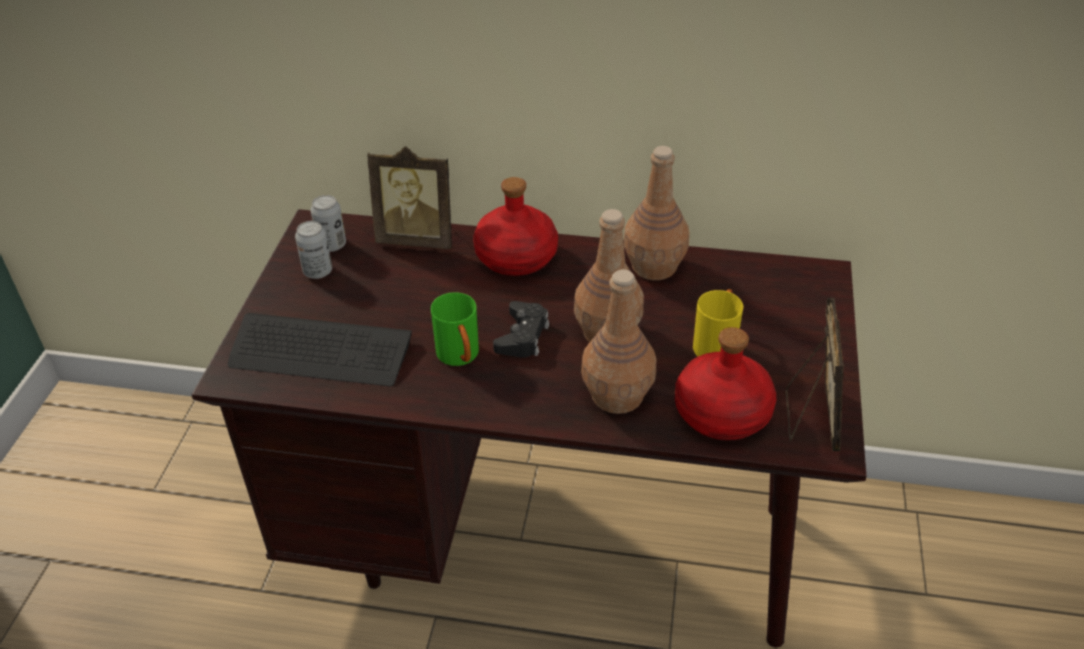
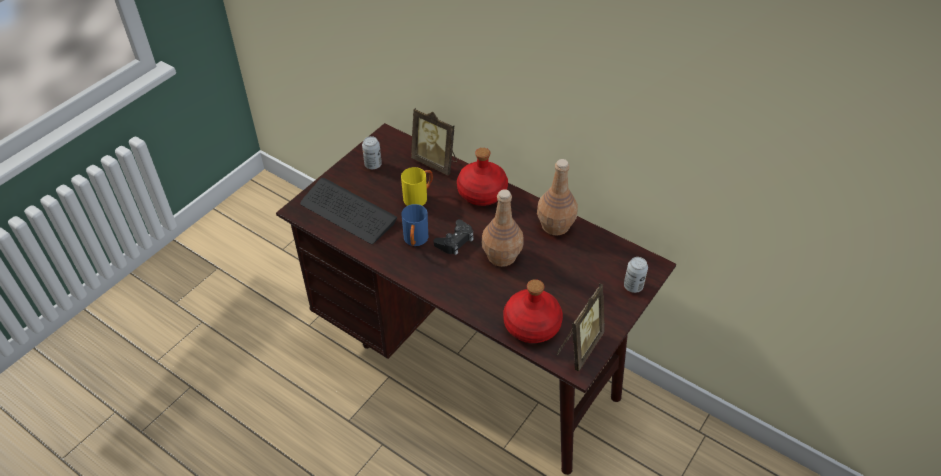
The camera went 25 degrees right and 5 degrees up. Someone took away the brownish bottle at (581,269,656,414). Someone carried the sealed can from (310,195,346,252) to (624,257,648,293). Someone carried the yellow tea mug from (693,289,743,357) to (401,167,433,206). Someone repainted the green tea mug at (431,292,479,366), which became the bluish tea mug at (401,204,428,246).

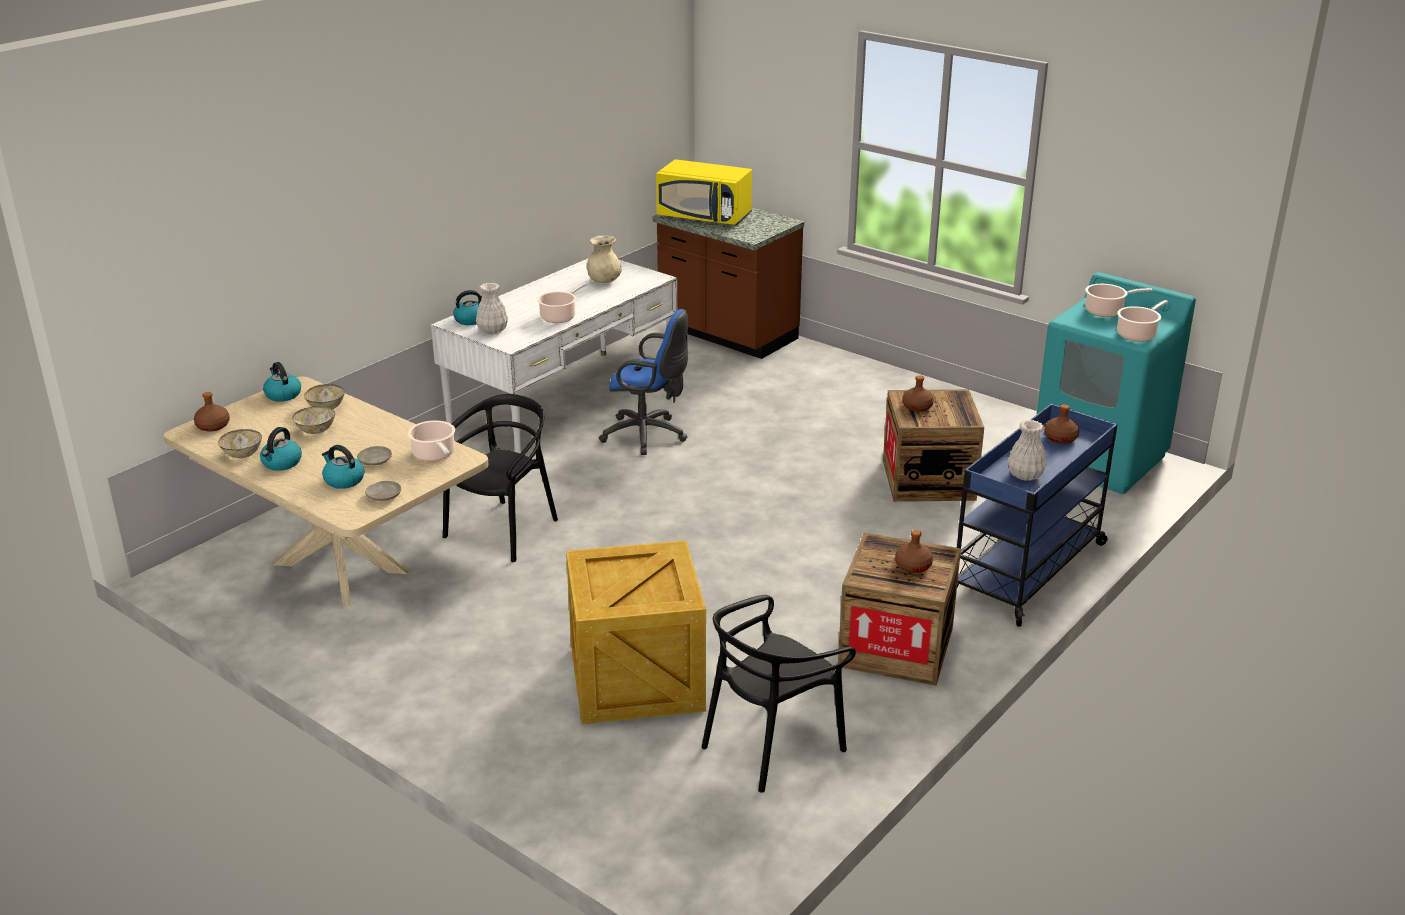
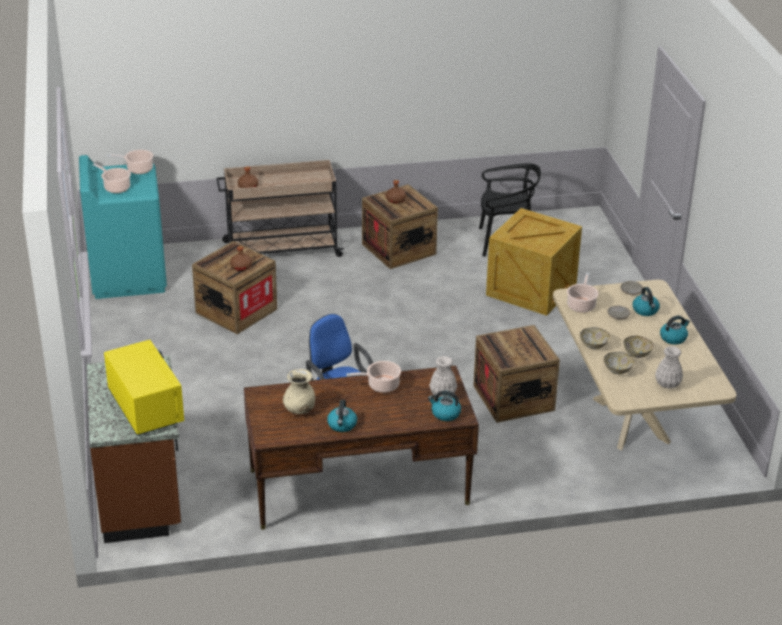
The camera went 140 degrees left and 5 degrees up. Someone took away the brownish bottle at (194,392,230,432). Someone carried the bowl from (218,429,262,458) to (580,327,610,349). Someone carried the tea kettle from (263,362,301,402) to (327,400,357,432). Someone carried the white decorative vase from (1008,420,1047,481) to (655,346,683,388). Someone swapped the black plain chair at (443,394,558,562) for the packing crate at (473,325,560,423). Someone repainted the white desk at (431,258,677,453), which became the brownish desk at (244,365,479,530). Someone repainted the bluish cart at (957,404,1117,627), which became the beige cart at (216,160,344,257).

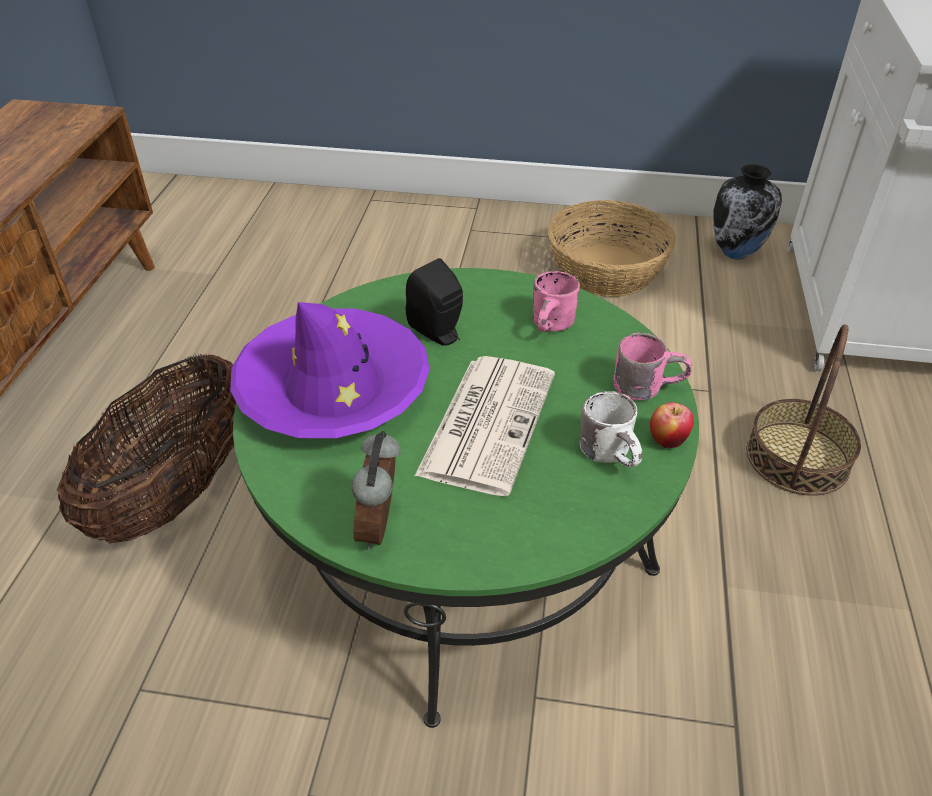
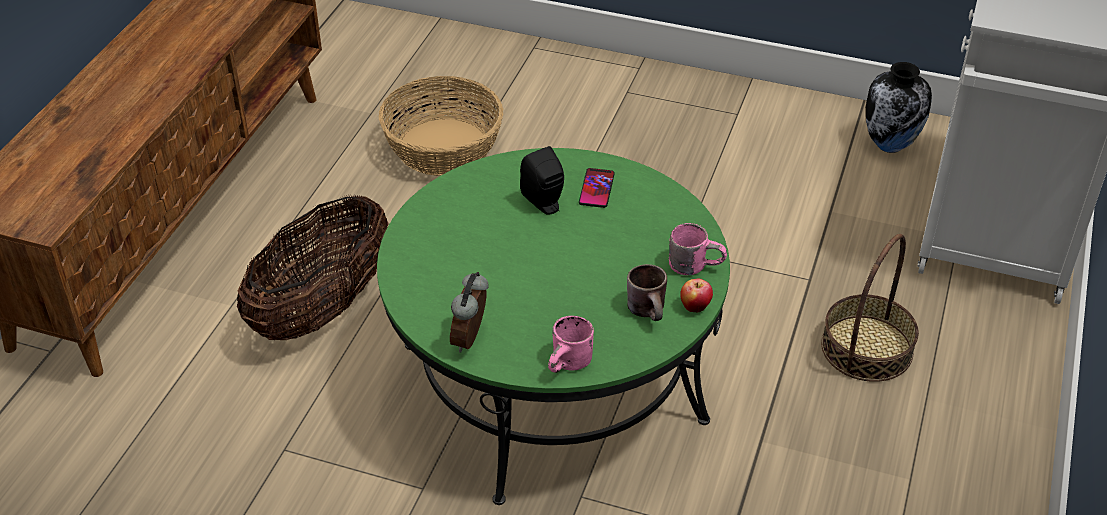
The camera went 10 degrees right and 0 degrees up. Someone took away the purple clothing hat at (230,302,430,438). Someone took away the printed paper at (415,356,555,497). Someone put down the phone at (579,168,615,208). Someone carried the pinkish tea mug from (533,271,580,332) to (548,315,594,373). Someone carried the household basket from (548,200,676,297) to (379,76,503,176). Someone repainted the white tea mug at (580,391,642,468), which became the brownish tea mug at (627,264,667,321).

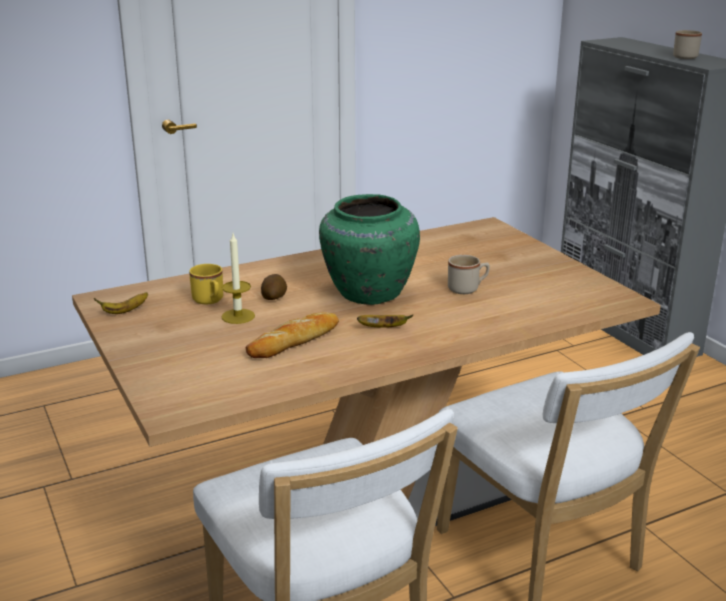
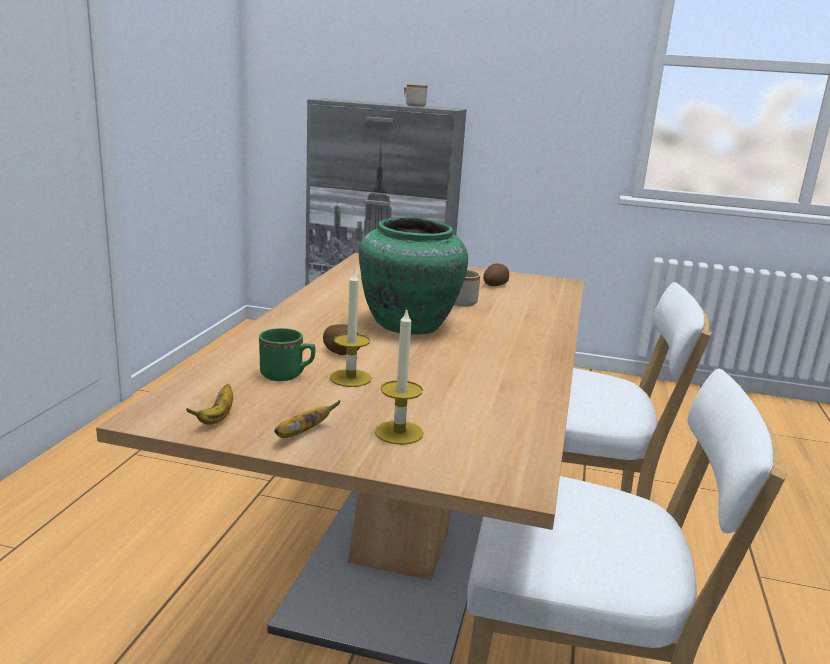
The camera went 50 degrees left and 5 degrees down. Someone took away the bread at (246,312,339,358). Someone put down the wax candle at (375,309,424,445). Someone put down the whole potato at (483,263,509,286). Someone carried the banana fruit from (357,314,413,328) to (274,401,341,438). Someone repainted the yellow tea mug at (189,264,223,304), which became the green tea mug at (259,328,315,381).

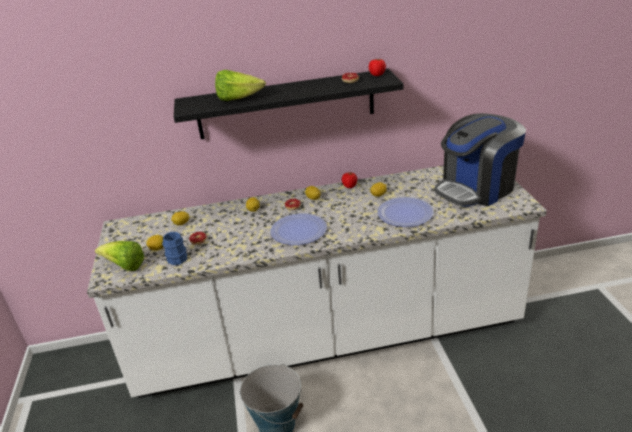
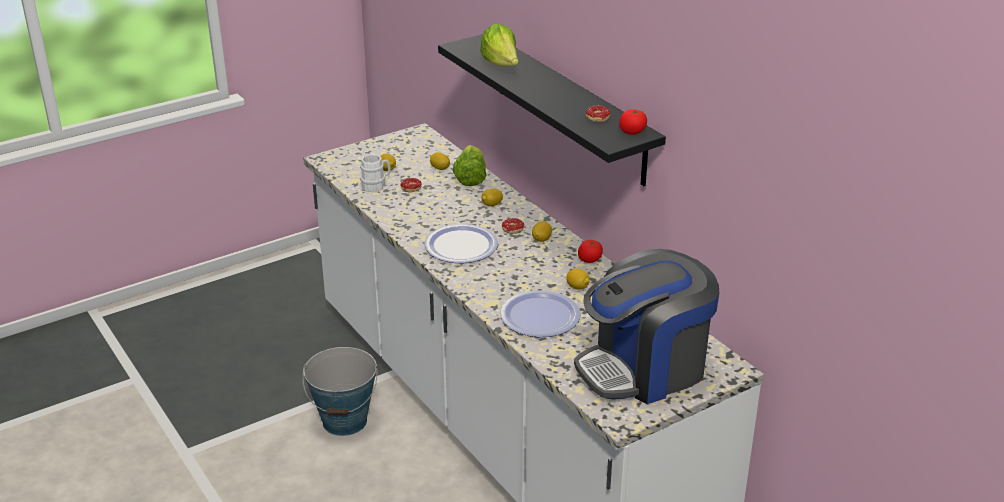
The camera went 65 degrees right and 0 degrees up. Someone carried the lettuce head from (95,241,144,271) to (452,145,486,186). Someone repainted the bluish tea mug at (162,232,187,265), which became the white tea mug at (360,154,391,192). Someone rotated the coffee brewer at (434,113,526,207) by 60 degrees counterclockwise.

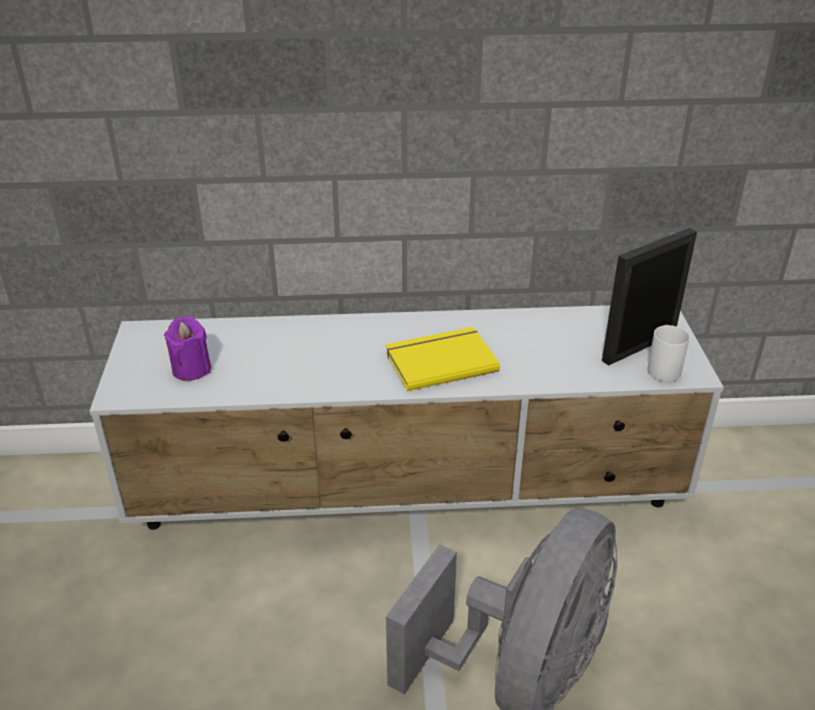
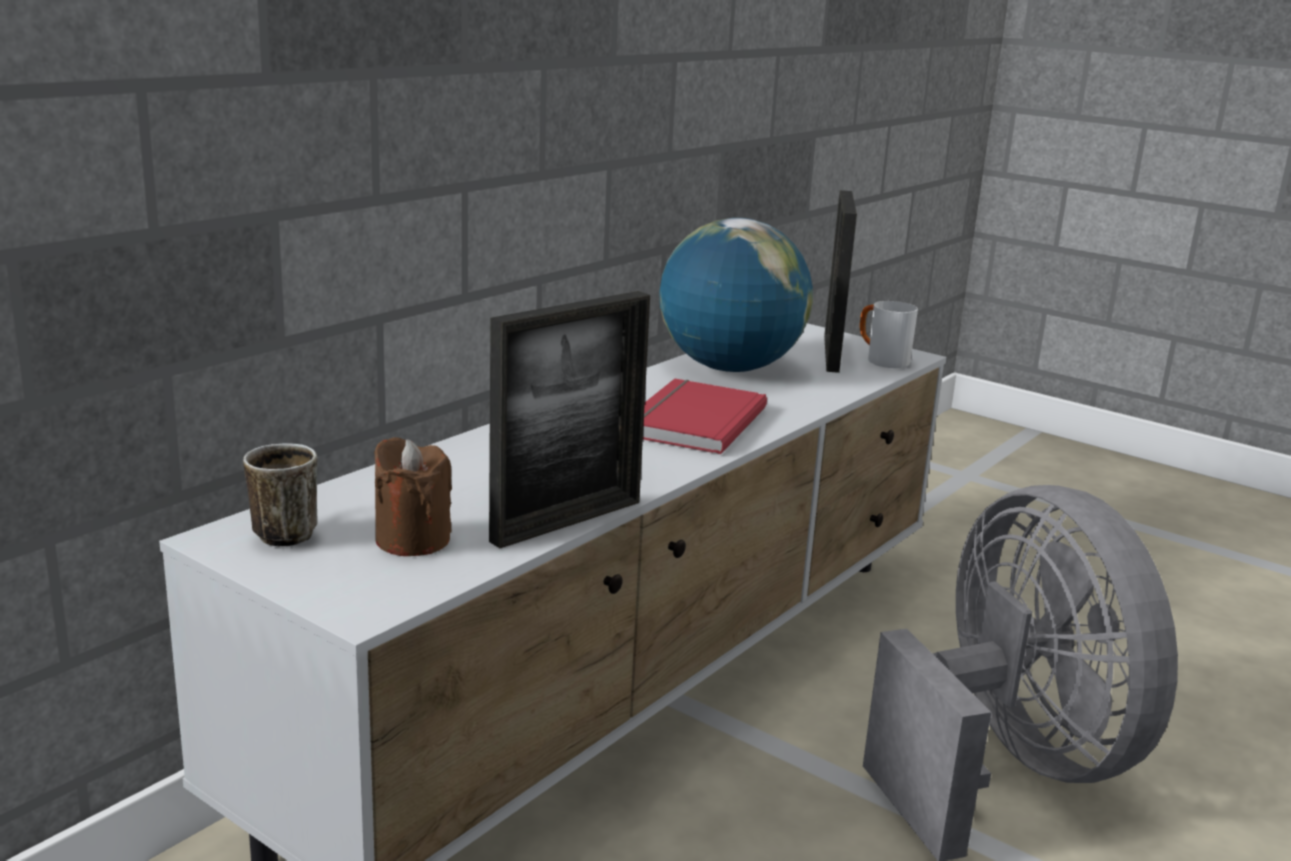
The camera went 50 degrees left and 15 degrees down. Someone put down the tea mug at (243,443,317,547). Someone put down the photo frame at (489,291,650,548). Someone put down the world globe at (659,218,813,372). Someone repainted the purple wax candle at (164,316,211,381), which became the brownish wax candle at (374,437,452,556). Someone repainted the yellow book at (385,327,500,391), which became the red-coloured book at (643,379,767,454).

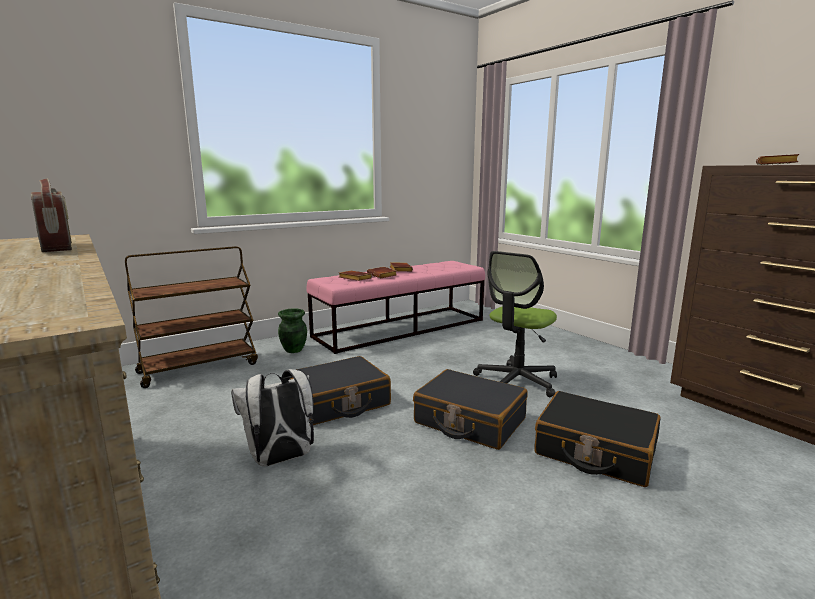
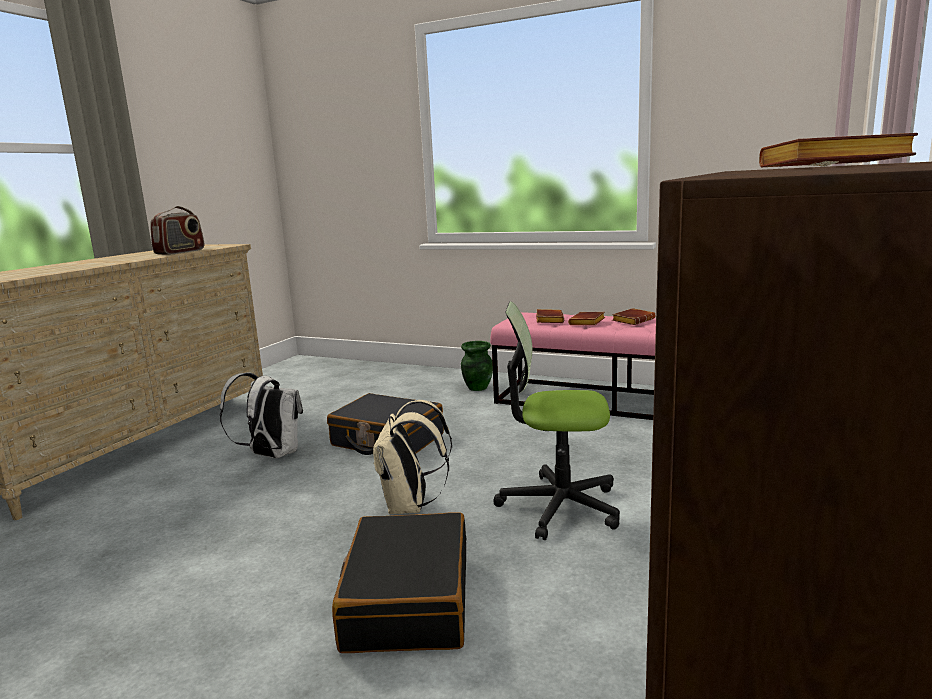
The camera went 60 degrees right and 0 degrees up. Someone took away the brownish cart at (125,246,258,388). Someone swapped the black piece of luggage at (413,369,528,450) for the beige backpack at (373,400,452,514).

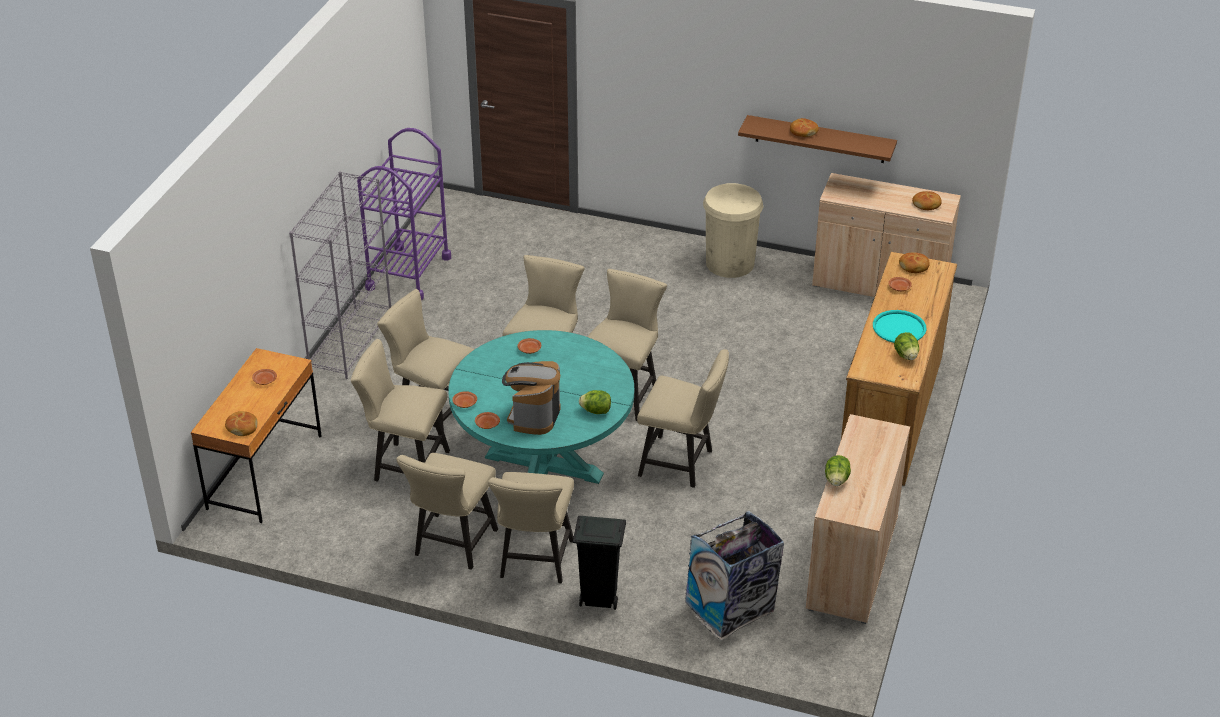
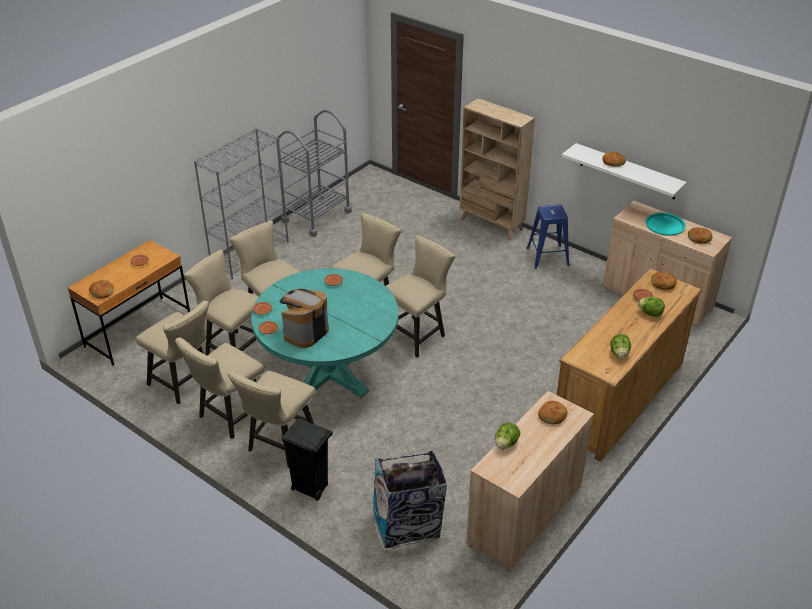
The camera went 20 degrees right and 0 degrees up. Someone put down the beige bookcase at (460,98,535,240). Someone put down the bread at (538,401,567,424). Someone carried the lettuce head from (579,390,611,414) to (638,297,665,317). Someone carried the beige plain chair from (637,349,729,488) to (136,301,209,404). Someone carried the blue-green tray from (873,310,927,343) to (646,213,686,236). Someone swapped the beige trash can at (703,183,763,278) for the bluish stool at (526,204,570,269). Someone repainted the purple cart at (357,128,451,300), which became the grey cart at (276,110,352,237). Someone repainted the brownish wall shelf at (738,115,897,163), which became the white wall shelf at (562,143,687,199).

